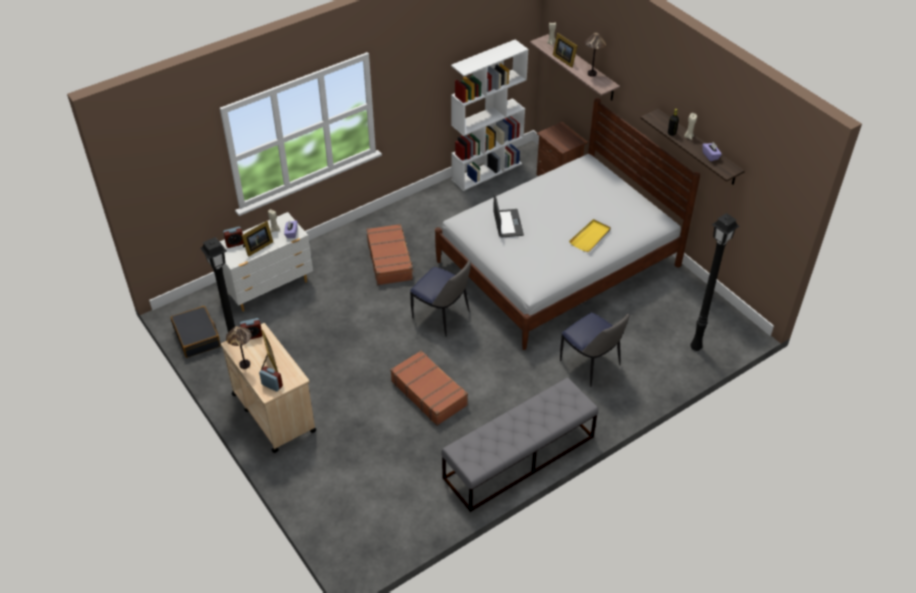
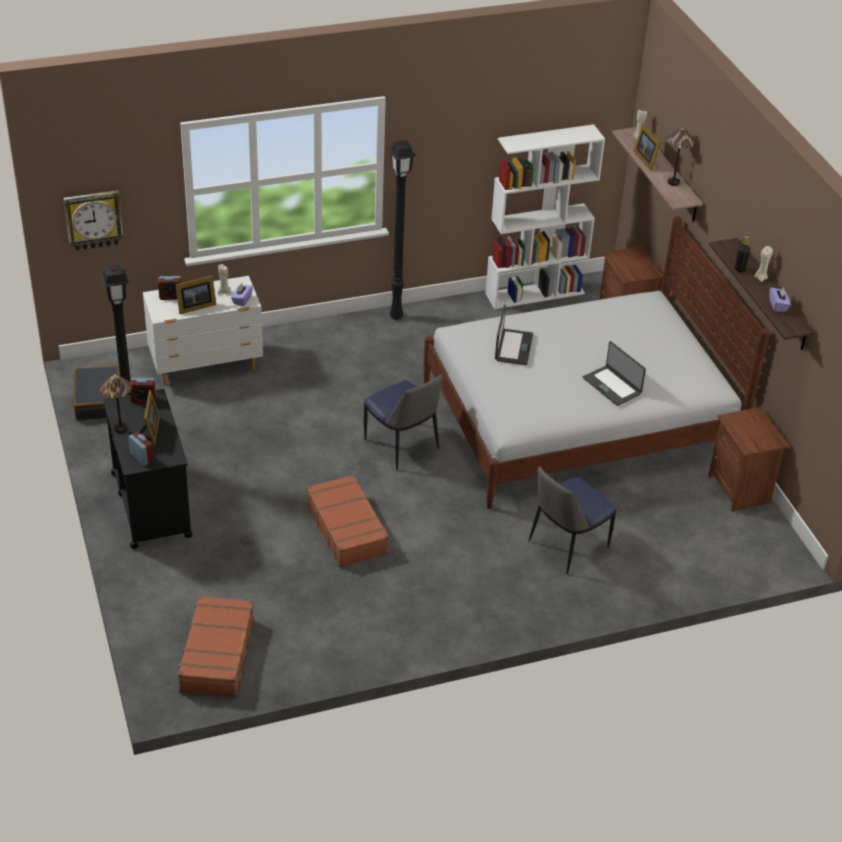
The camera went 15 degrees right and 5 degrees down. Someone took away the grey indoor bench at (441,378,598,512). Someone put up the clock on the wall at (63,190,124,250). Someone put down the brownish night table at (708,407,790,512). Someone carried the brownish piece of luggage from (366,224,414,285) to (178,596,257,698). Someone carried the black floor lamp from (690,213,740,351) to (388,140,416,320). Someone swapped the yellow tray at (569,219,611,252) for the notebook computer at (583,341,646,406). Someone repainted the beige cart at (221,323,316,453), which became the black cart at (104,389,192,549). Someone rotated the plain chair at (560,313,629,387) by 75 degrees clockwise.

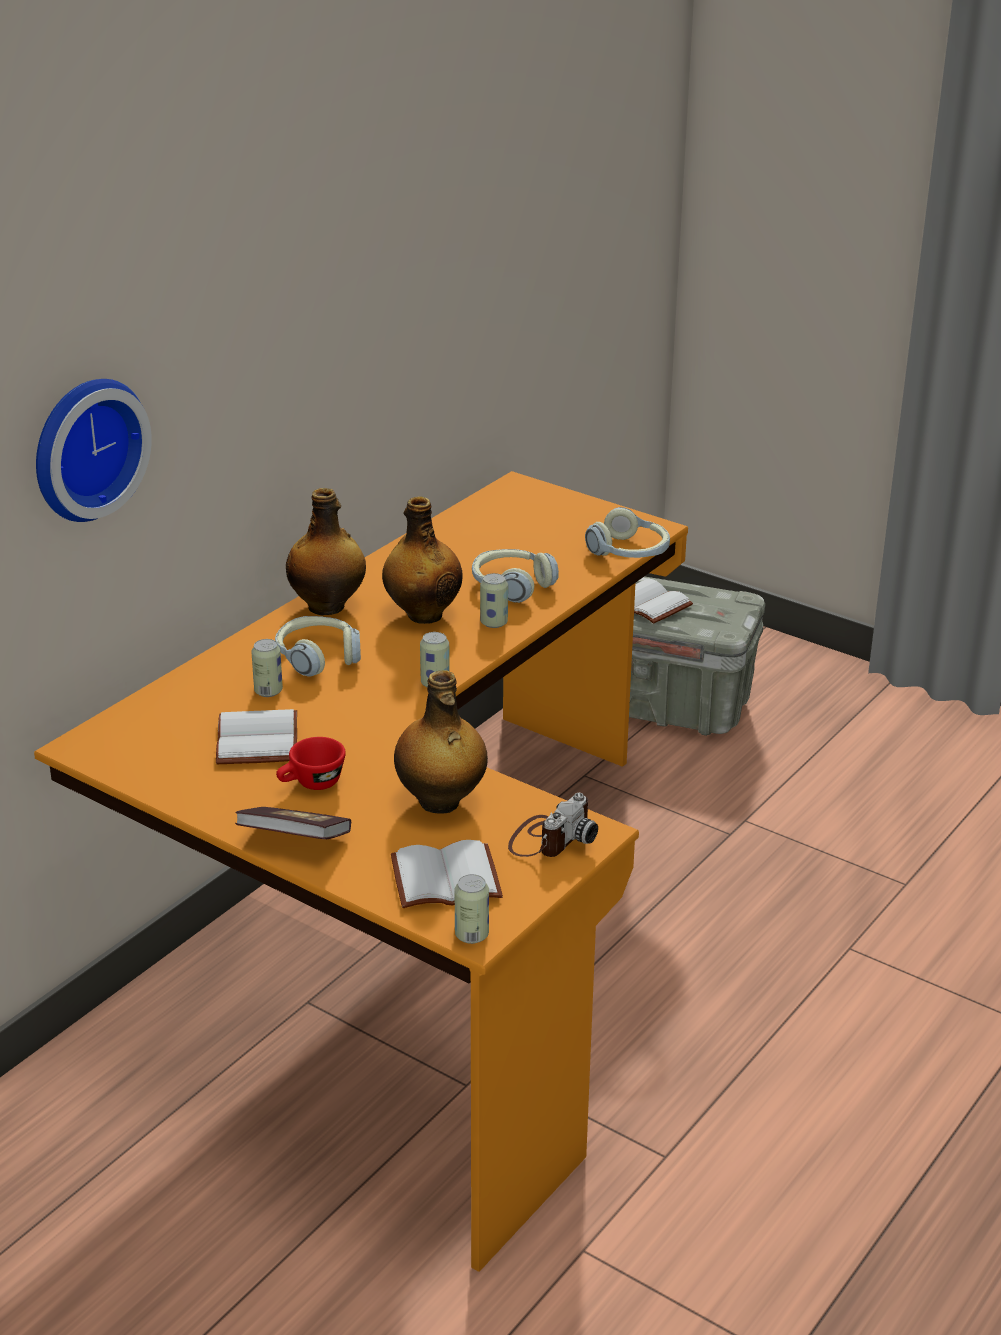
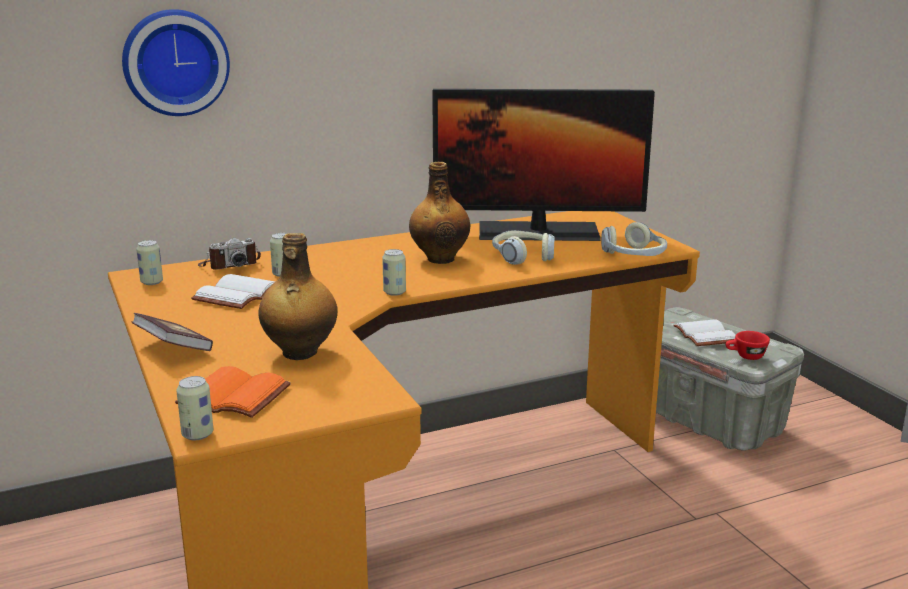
The camera went 30 degrees right and 10 degrees down. Someone took away the pair of headphones at (275,616,361,677). Someone took away the bottle at (286,488,366,616). Someone put down the computer screen at (432,89,655,241). Someone carried the red-coloured small cup from (276,737,346,790) to (725,331,770,360). Someone carried the sealed can from (480,573,508,628) to (136,240,163,285). Someone carried the still camera from (508,793,598,857) to (198,238,261,270). Someone repainted the white book at (391,840,503,908), which became the orangey book at (175,366,291,418).

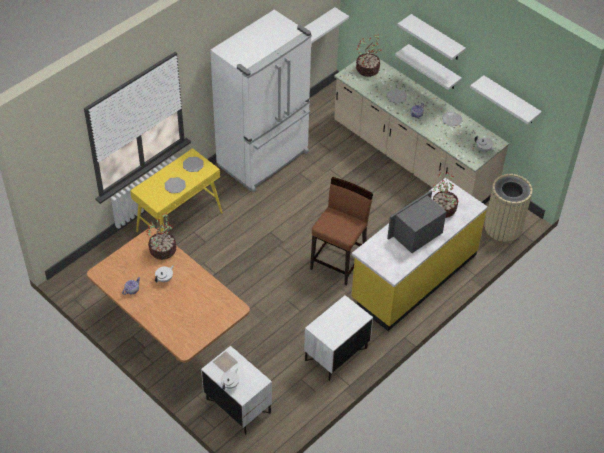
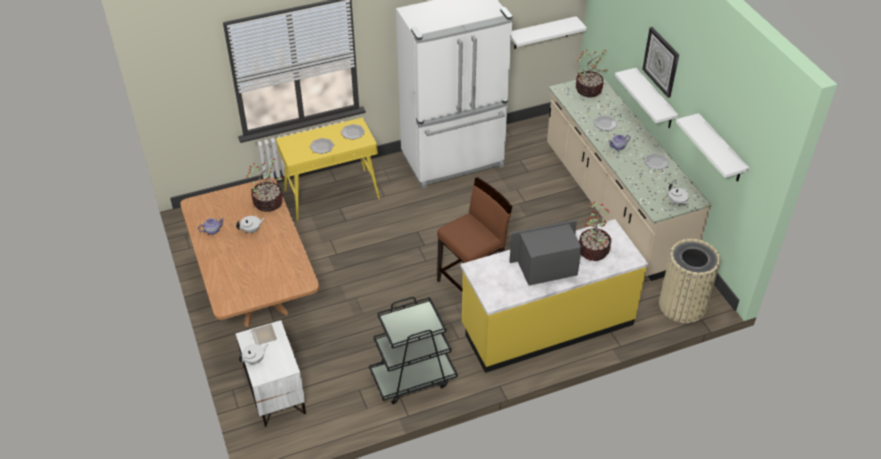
The camera went 25 degrees right and 5 degrees down. Someone swapped the white night table at (304,295,373,381) for the black cart at (369,297,457,404). Someone swapped the white wall shelf at (397,14,466,60) for the clock on the wall at (642,27,679,98).

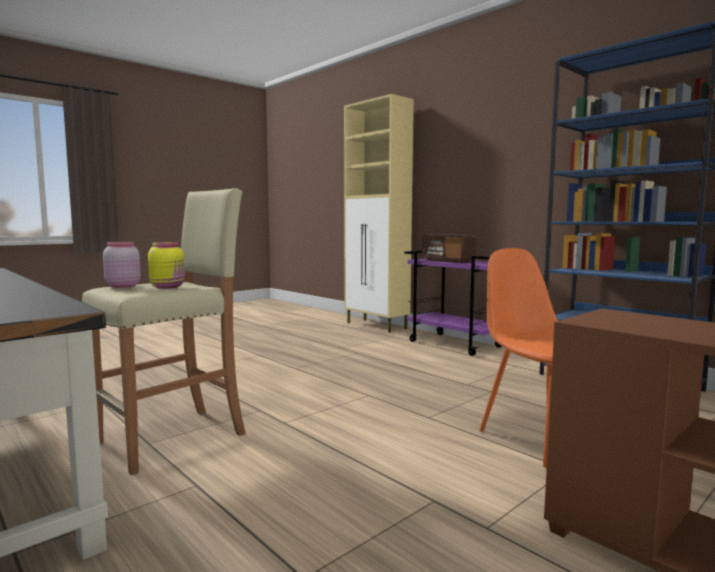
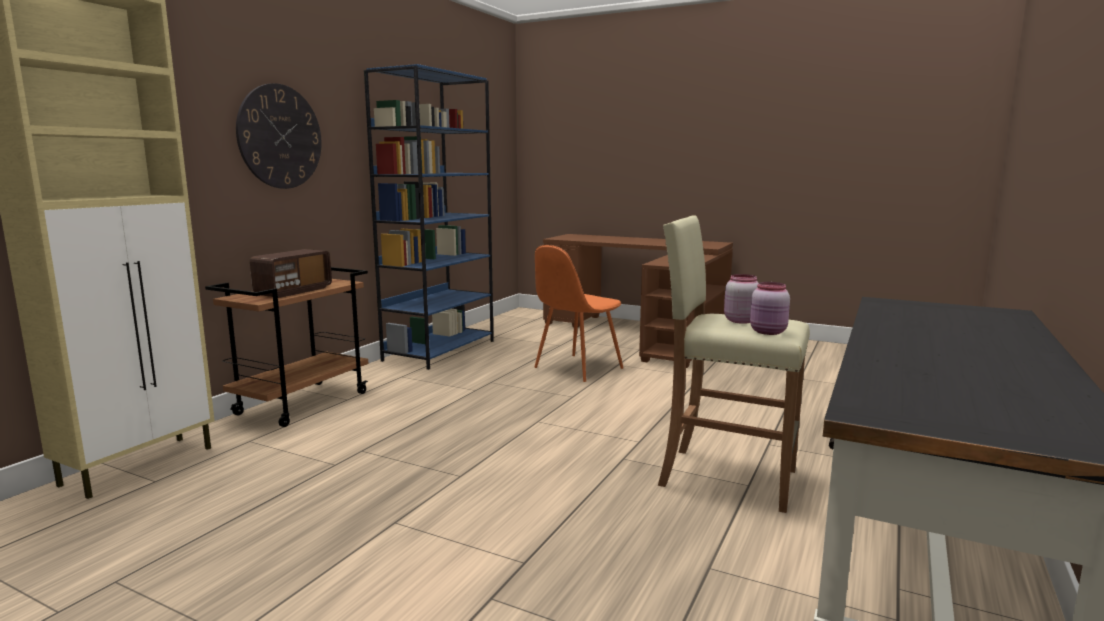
The camera went 110 degrees left and 5 degrees up. Someone put up the clock on the wall at (236,83,321,189). Someone repainted the yellow jar at (148,242,185,289), which became the pinkish jar at (724,274,758,324). Someone repainted the purple cart at (404,250,502,356), which became the brownish cart at (205,267,368,427).

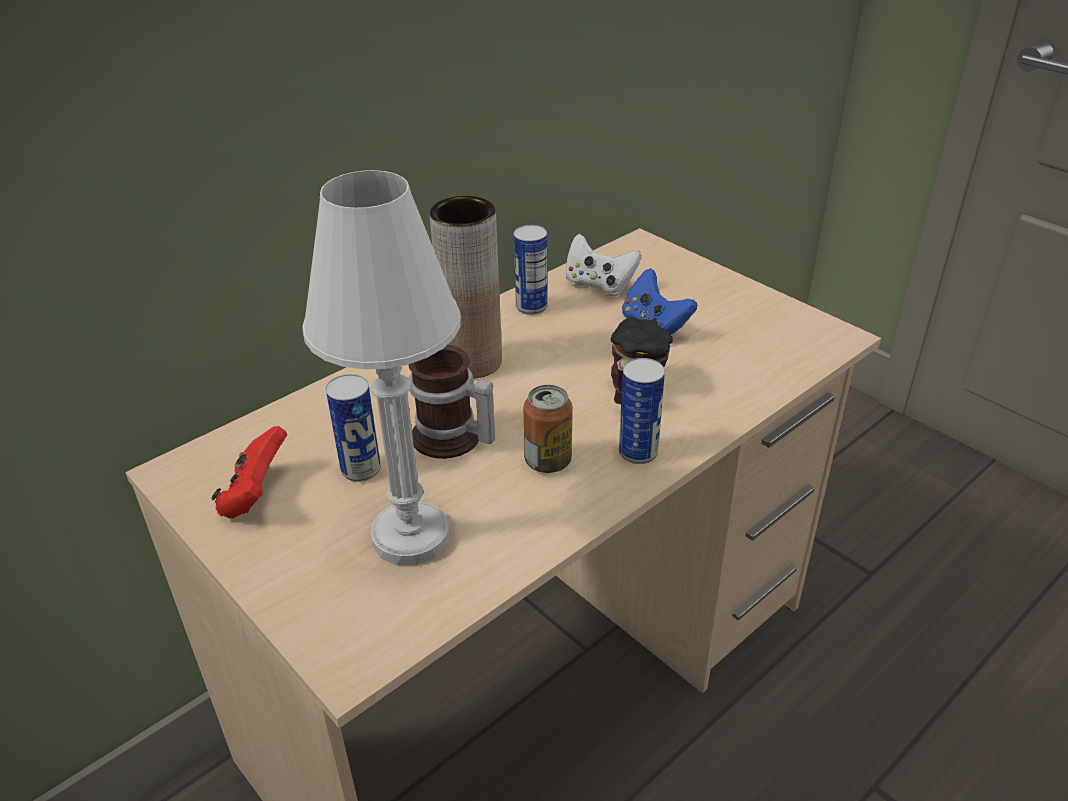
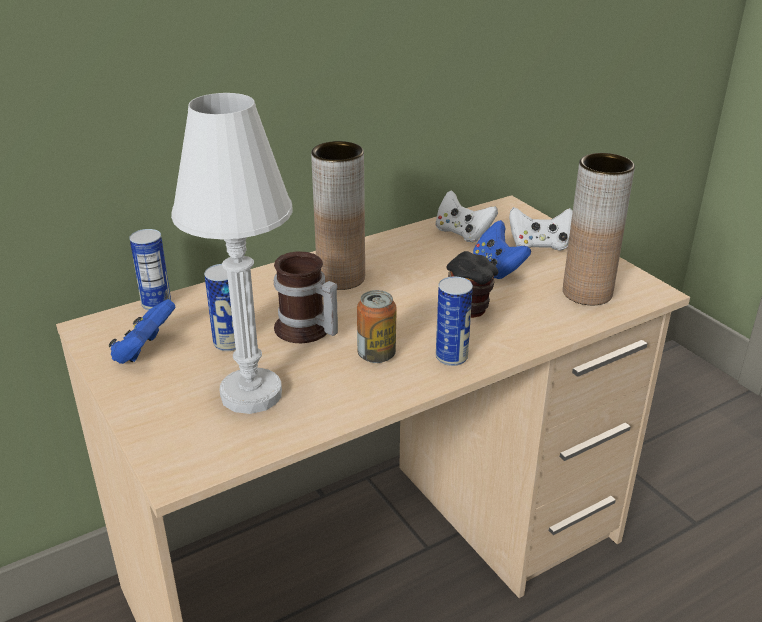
The camera went 10 degrees right and 5 degrees down. Someone put down the white joypad at (509,207,573,251). Someone put down the brownish decorative vase at (563,153,635,305). Someone carried the sealed can from (514,225,548,315) to (129,229,171,310). Someone repainted the red-coloured joypad at (212,426,287,518), which became the bluish joypad at (109,299,176,364).

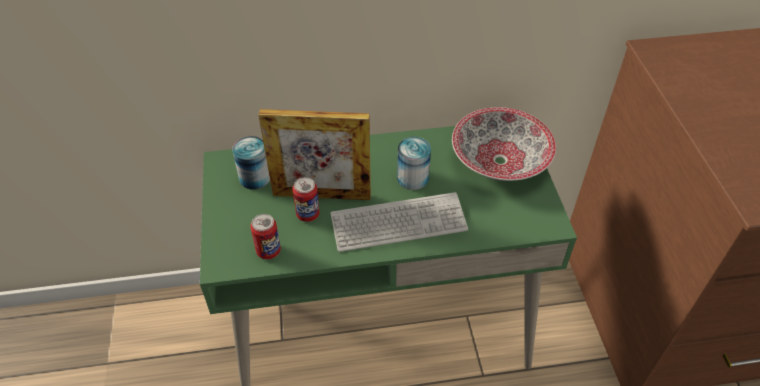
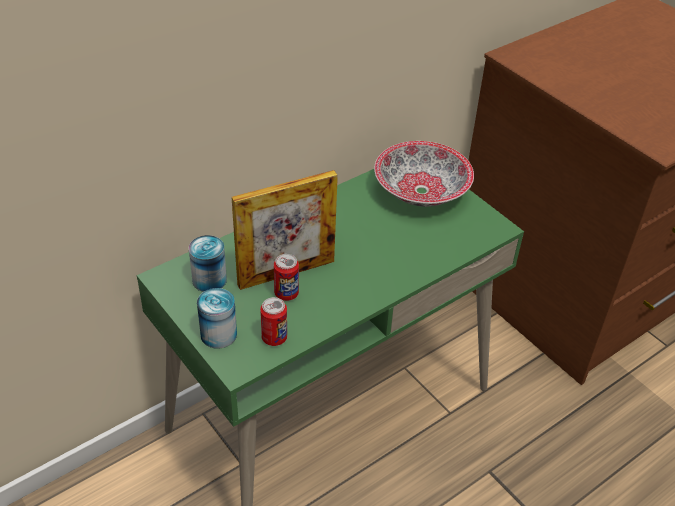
The camera went 30 degrees left and 5 degrees down. Someone took away the keyboard at (330,192,468,252). Someone carried the sealed can from (397,137,431,190) to (197,288,237,349).

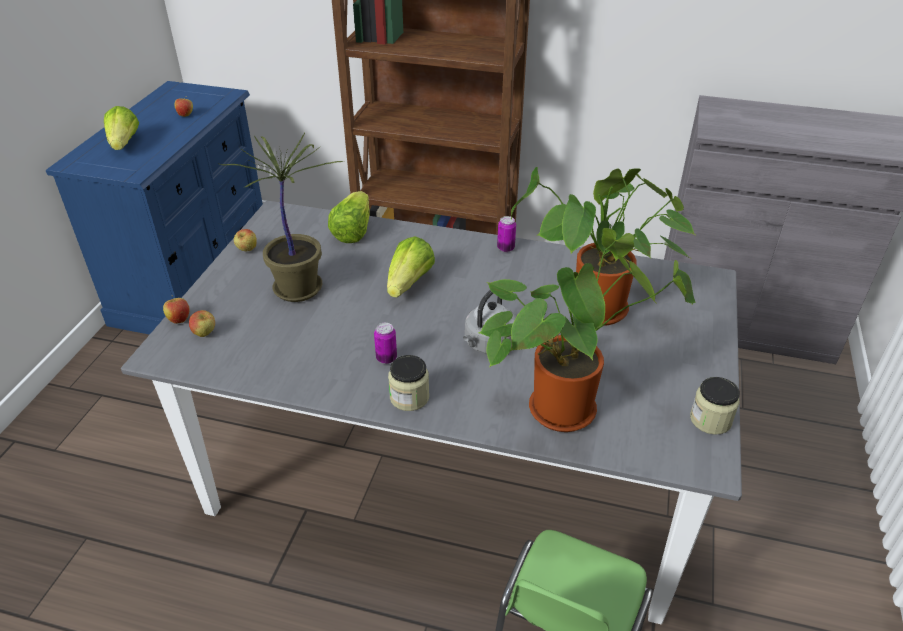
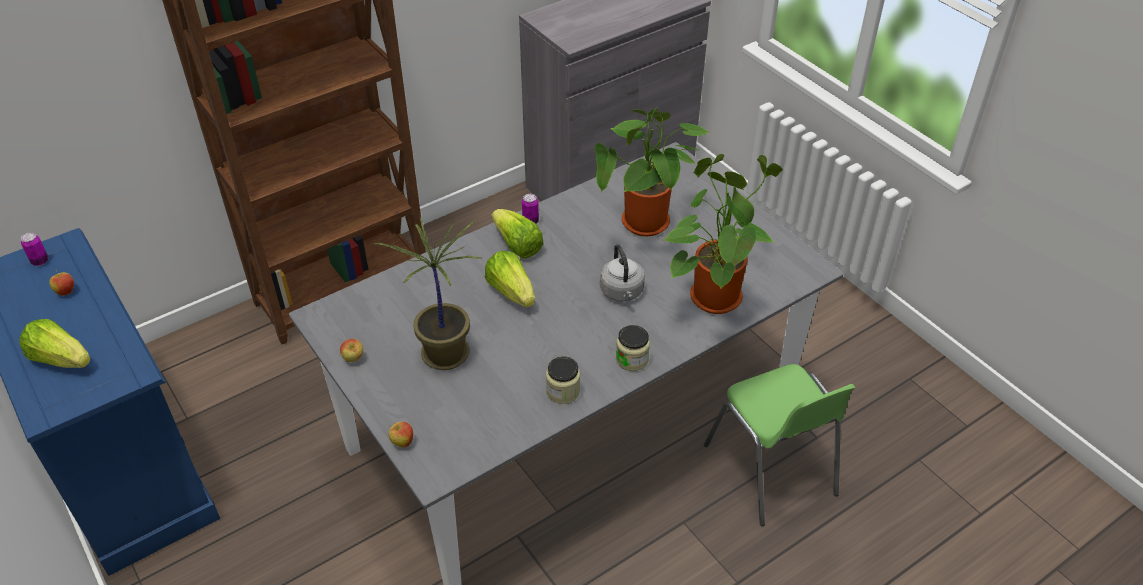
The camera went 50 degrees left and 5 degrees up. Someone took away the apple at (189,310,215,337). Someone carried the lettuce head from (328,191,370,243) to (491,209,544,258). Someone carried the sealed can from (374,323,397,364) to (21,232,48,266). Someone carried the jar from (690,377,740,435) to (546,356,580,404).

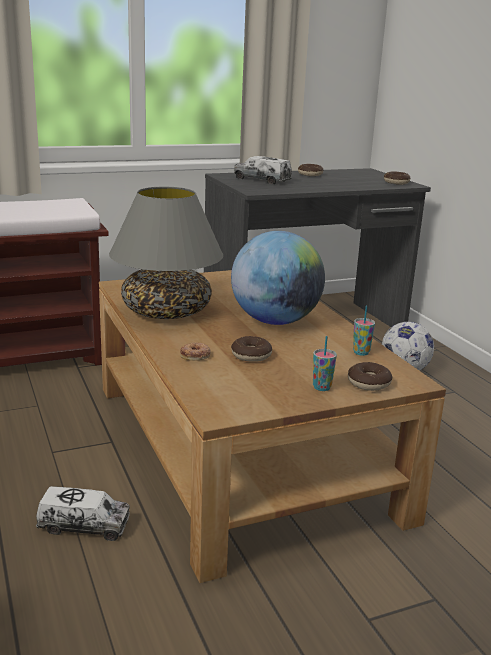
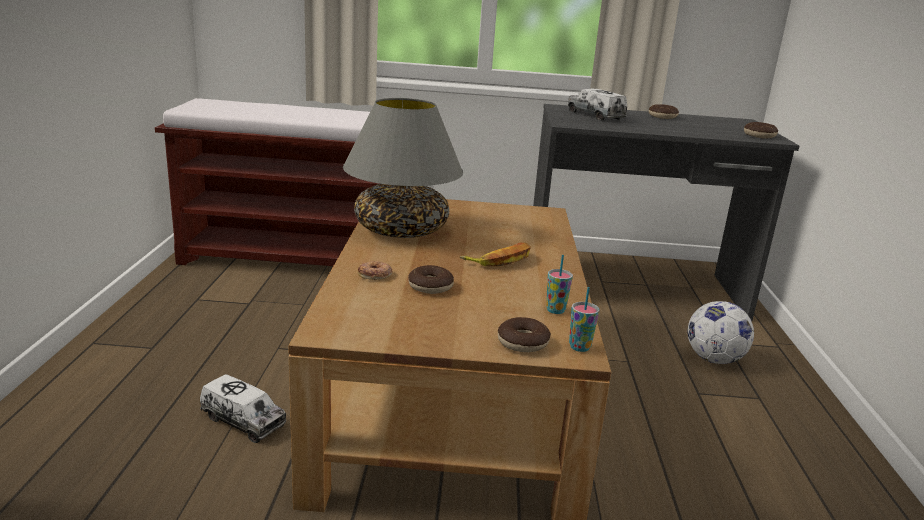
The camera went 25 degrees right and 0 degrees up. Someone carried the small cup from (313,336,337,391) to (569,287,599,352). Someone swapped the world globe at (231,231,325,325) for the banana fruit at (460,242,531,266).

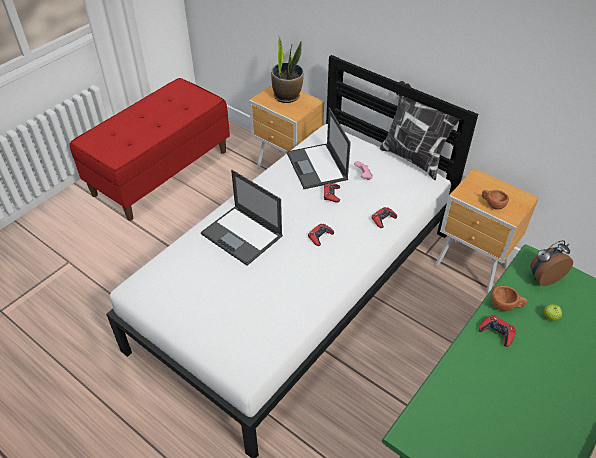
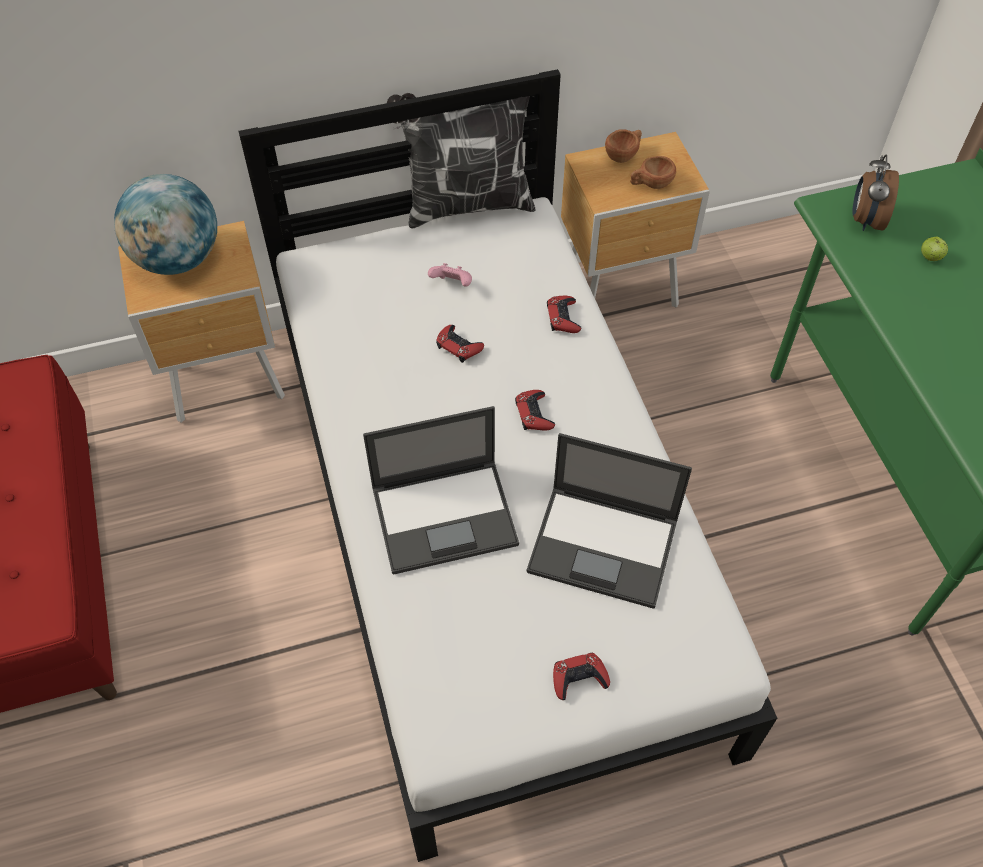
The camera went 55 degrees left and 10 degrees up. Someone carried the notebook computer from (287,108,351,189) to (526,433,692,609). Someone carried the red-coloured joypad from (479,315,516,347) to (553,653,610,700). Someone carried the brownish small cup from (491,285,527,311) to (605,129,642,163). Someone swapped the plant in a pot at (271,35,304,103) for the world globe at (114,174,217,275).

